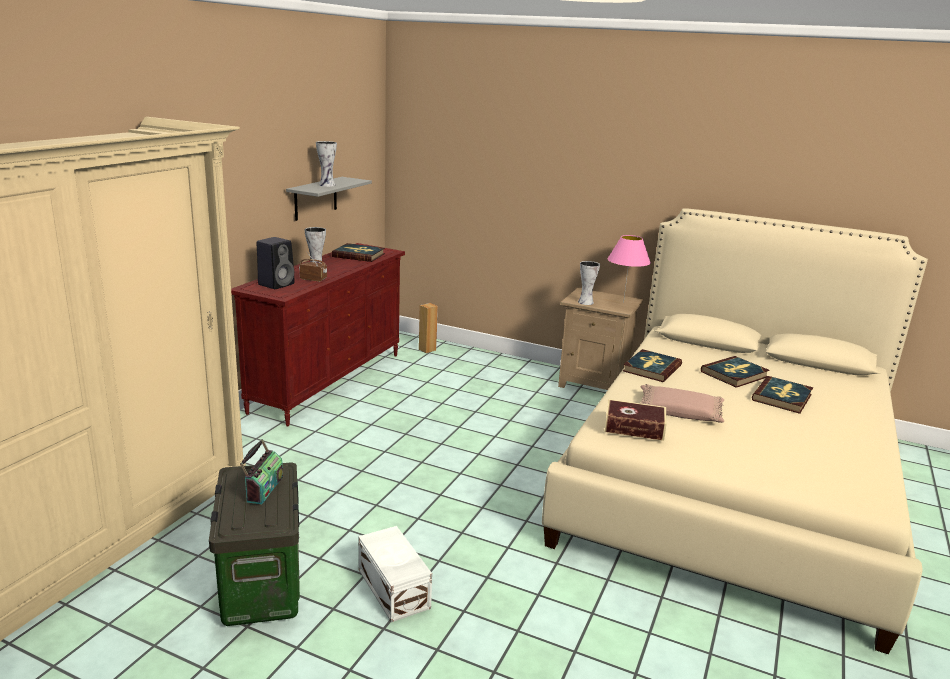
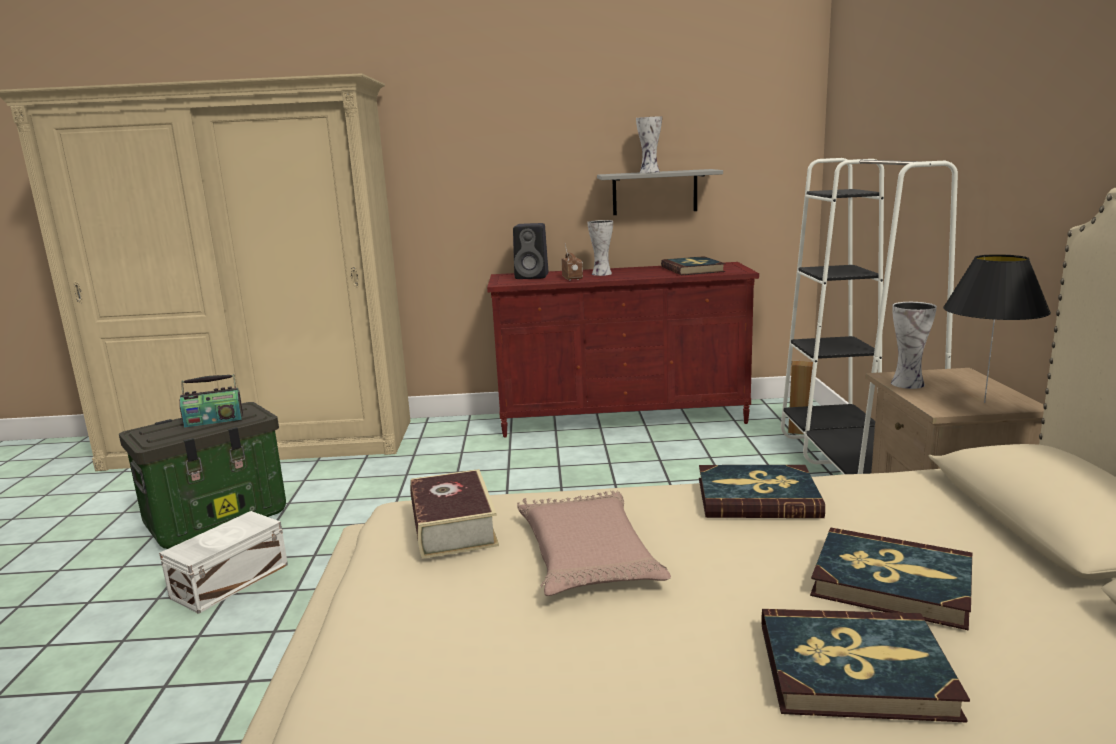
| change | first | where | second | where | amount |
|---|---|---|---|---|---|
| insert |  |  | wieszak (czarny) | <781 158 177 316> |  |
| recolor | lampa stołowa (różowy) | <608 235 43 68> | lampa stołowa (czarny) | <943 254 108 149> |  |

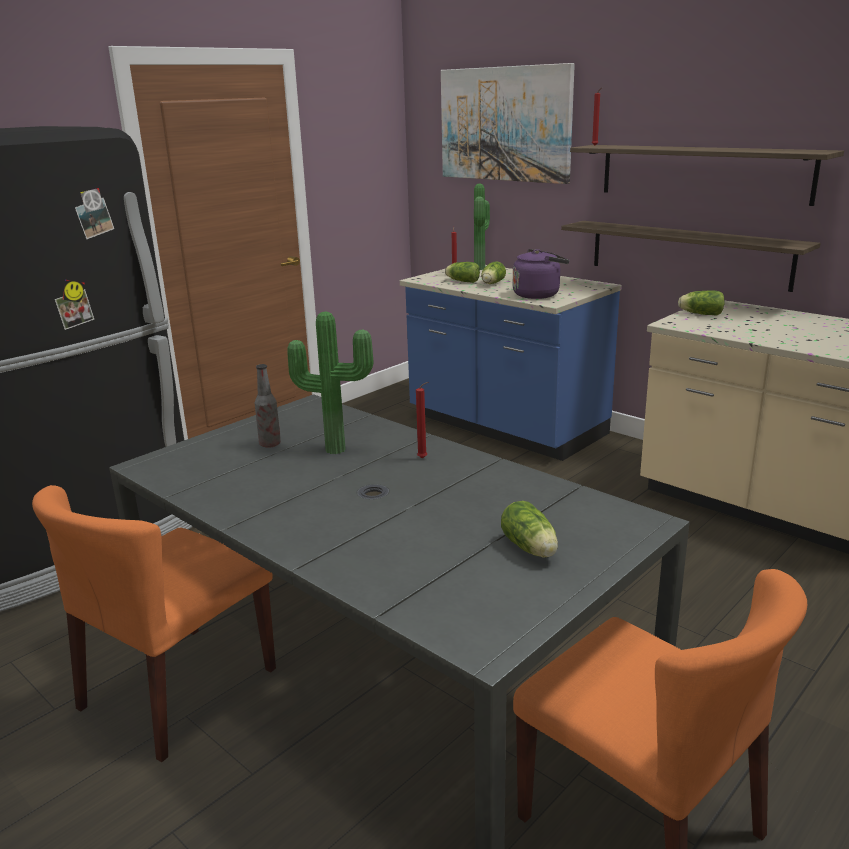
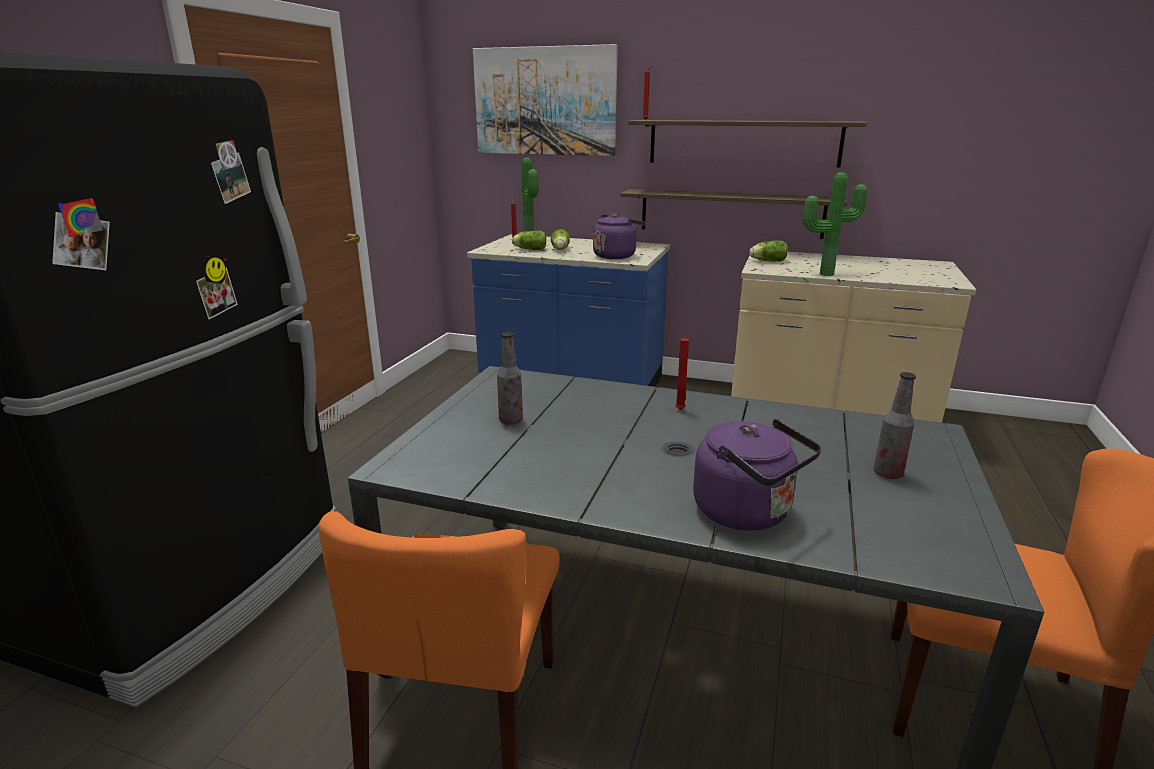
| change | first | where | second | where | amount |
|---|---|---|---|---|---|
| insert |  |  | czajnik (fioletowy) | <693 419 128 111> |  |
| move | roślina doniczkowa | <287 312 86 142> |  | <803 172 64 104> |  |
| replace | sałata | <501 501 57 57> | butelka | <873 372 43 107> |  |

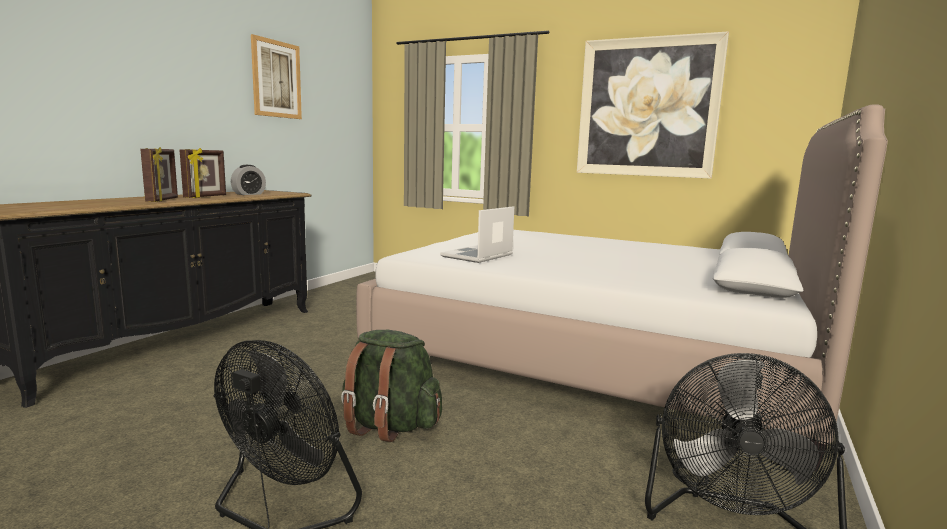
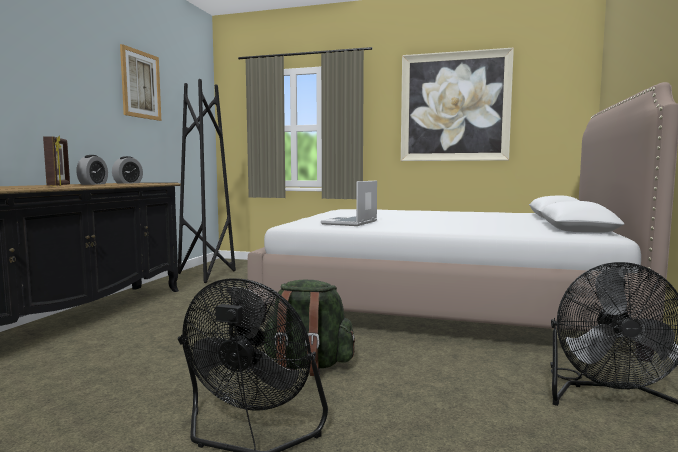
| change | first | where | second | where | amount |
|---|---|---|---|---|---|
| replace | ramka na zdjęcie | <180 148 46 50> | budzik | <76 155 32 30> |  |
| insert |  |  | wieszak (czarny) | <178 79 58 204> |  |

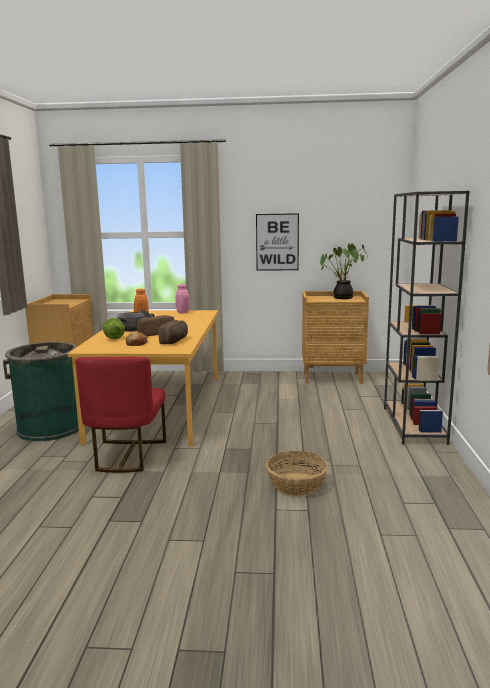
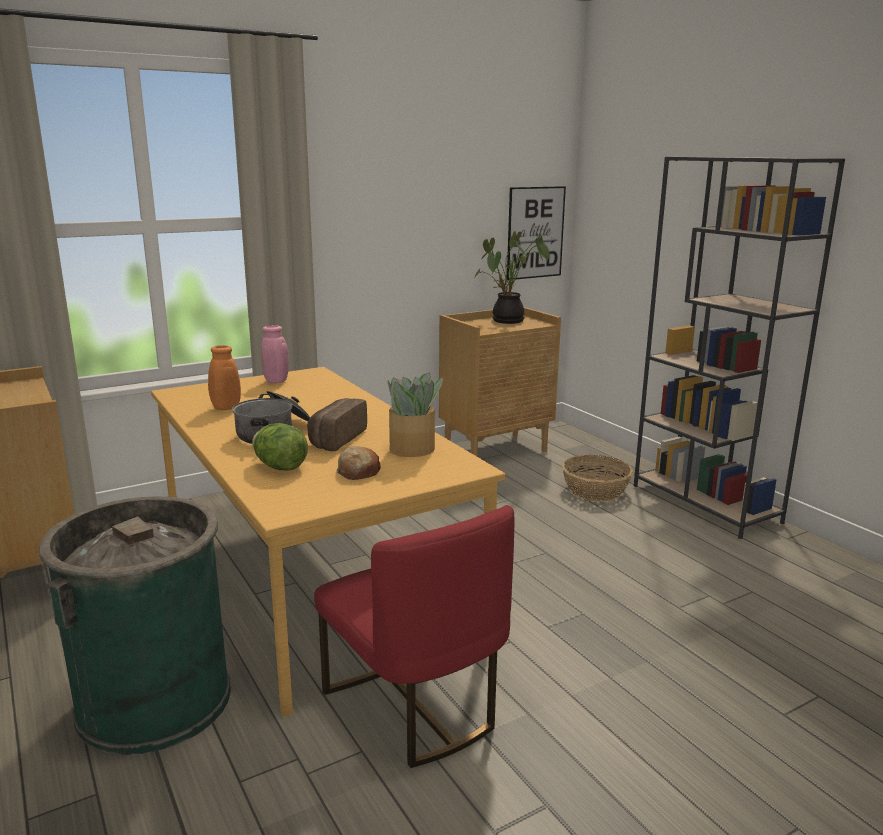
| change | first | where | second | where | amount |
|---|---|---|---|---|---|
| replace | chleb | <159 320 29 24> | roślina doniczkowa | <388 372 55 85> |  |
| move | obraz | <256 213 43 58> |  | <507 186 59 94> |  |
| move | koszyk | <266 451 62 45> |  | <562 455 71 46> |  |

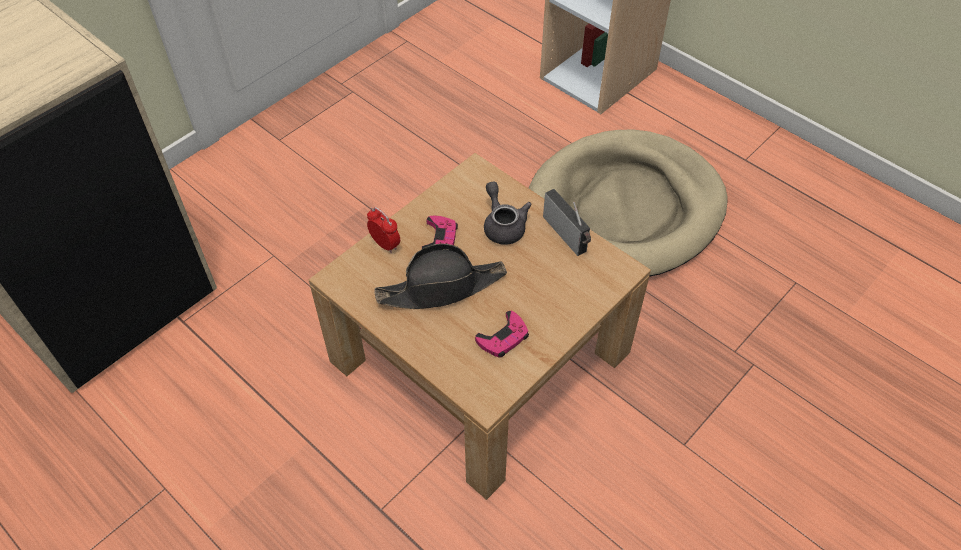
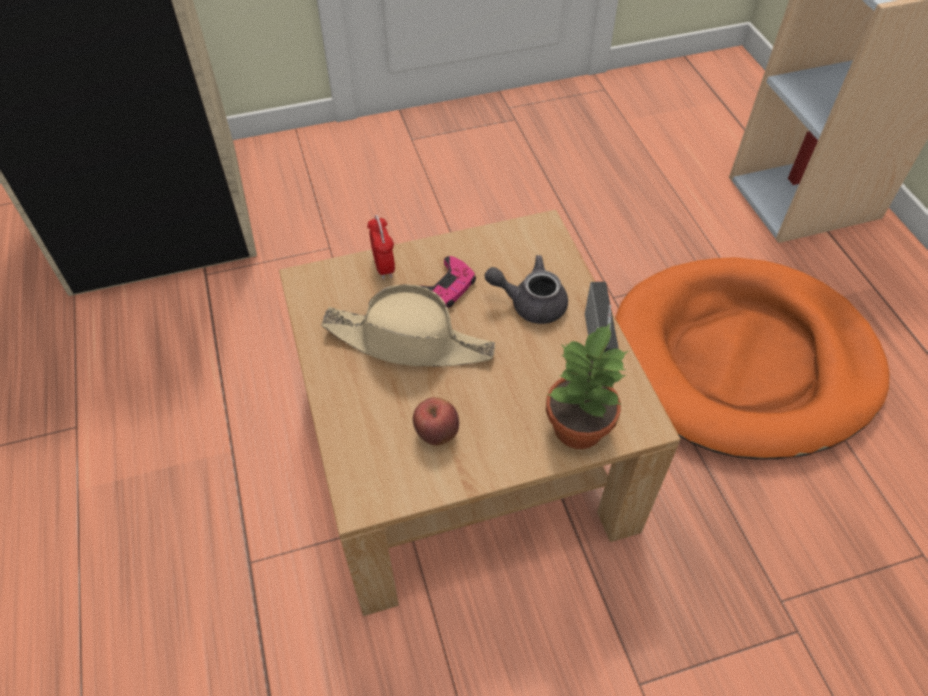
| change | first | where | second | where | amount |
|---|---|---|---|---|---|
| recolor | kapelusz (czarny) | <374 244 133 65> | kapelusz (beżowy) | <321 284 174 83> |  |
| replace | pad do gier (różowy) | <475 311 54 47> | jabłko | <413 397 46 48> |  |
| rotate | imbryk (szary) | <484 182 48 63> |  | <485 255 83 69> | 90 degrees counterclockwise |
| insert |  |  | roślina doniczkowa | <546 322 82 127> |  |
| recolor | legowisko (beżowy) | <529 129 198 147> | legowisko (pomarańczowy) | <615 257 275 202> |  |

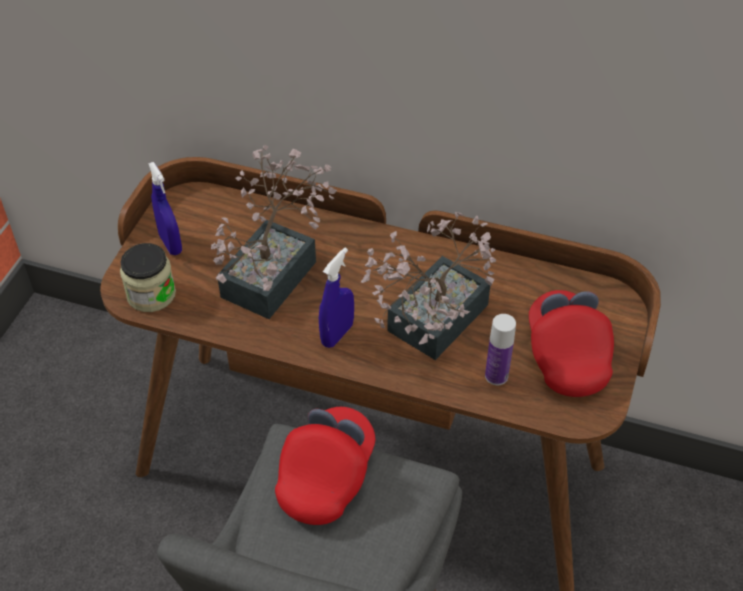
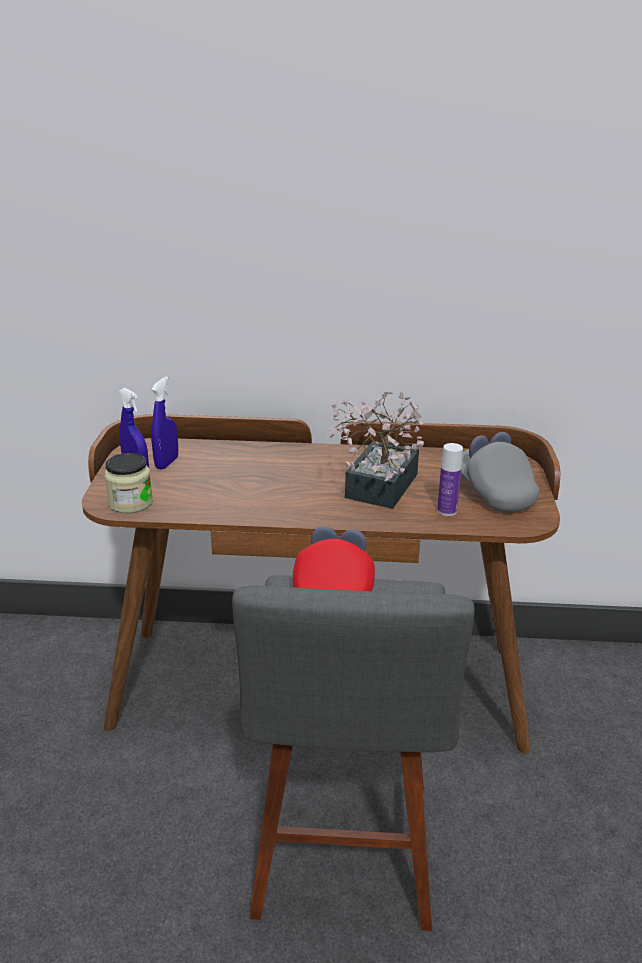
| change | first | where | second | where | amount |
|---|---|---|---|---|---|
| move | spryskiwacz (niebieski) | <319 248 35 100> |  | <151 377 27 93> |  |
| recolor | czapka z daszkiem (czerwony) | <529 290 85 107> | czapka z daszkiem (szary) | <461 432 78 81> |  |
| delete | roślina doniczkowa | <211 145 126 174> |  |  |  |

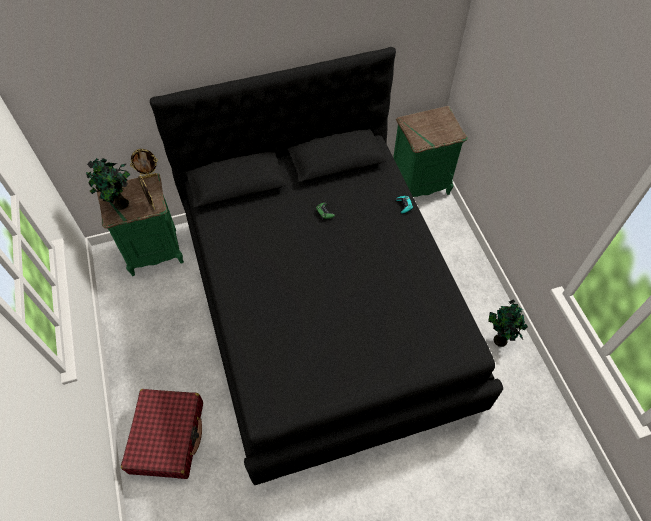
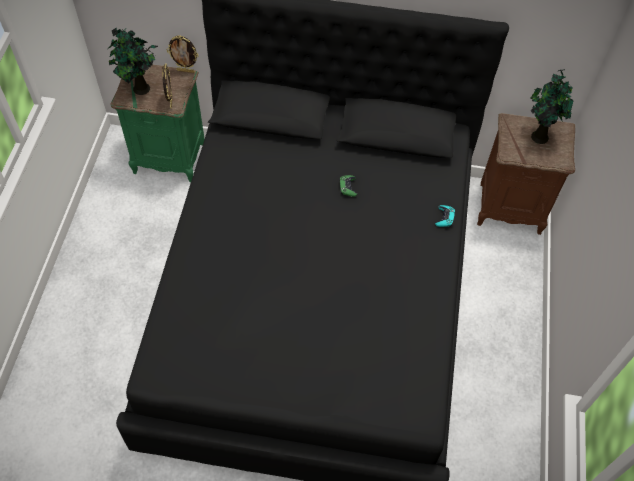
| change | first | where | second | where | amount |
|---|---|---|---|---|---|
| recolor | szafka nocna (zielony) | <393 106 75 91> | szafka nocna (brązowy) | <477 113 98 122> |  |
| move | roślina doniczkowa | <488 299 40 48> |  | <530 69 44 75> |  |
| delete | walizka (czerwony) | <121 389 82 90> |  |  |  |

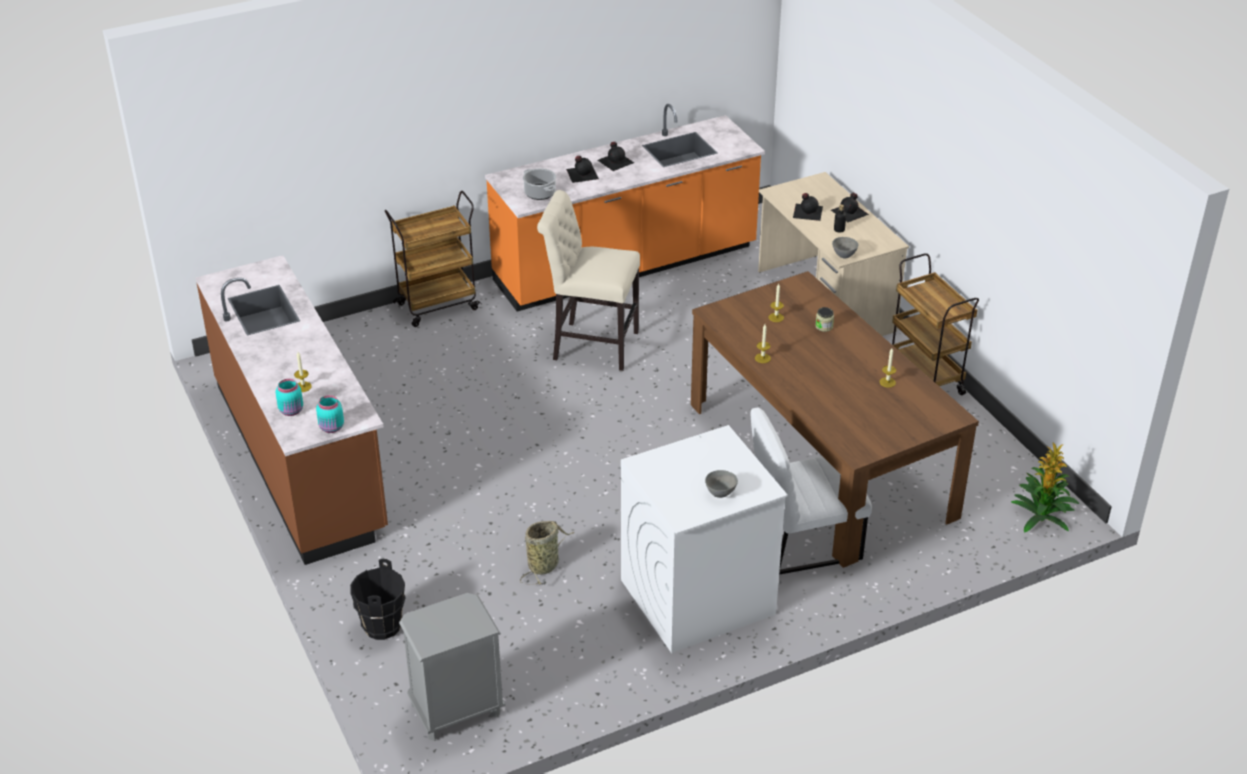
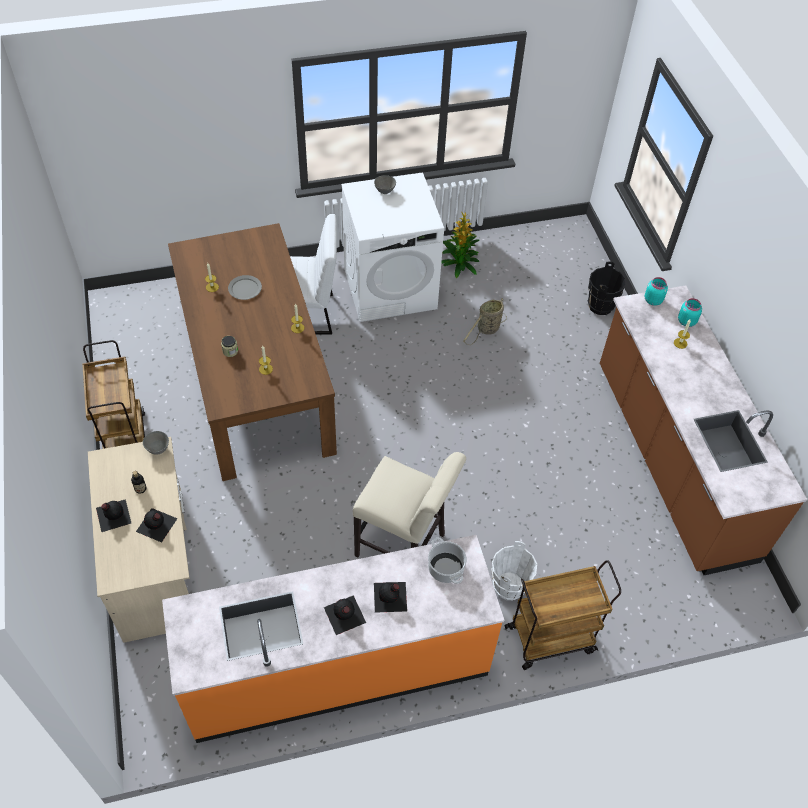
| change | first | where | second | where | amount |
|---|---|---|---|---|---|
| insert |  |  | talerz (szary) | <228 275 34 25> |  |
| move | roślina doniczkowa | <1011 442 68 91> |  | <441 212 38 66> |  |
| insert |  |  | wiadro (biały) | <491 541 46 59> |  |
| delete | szafka nocna (szary) | <399 593 106 148> |  |  |  |

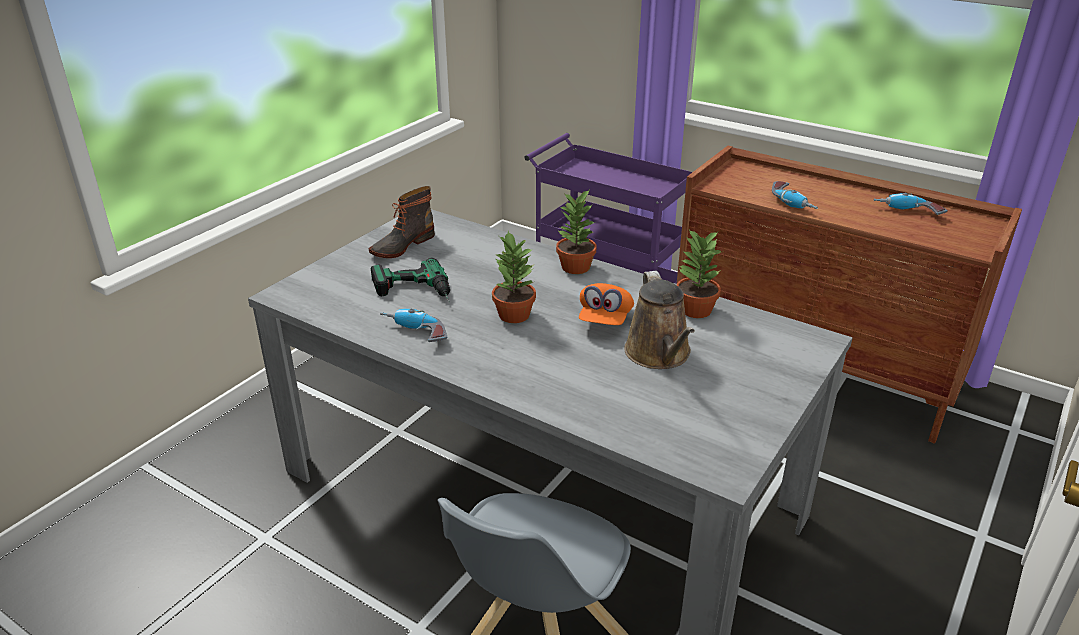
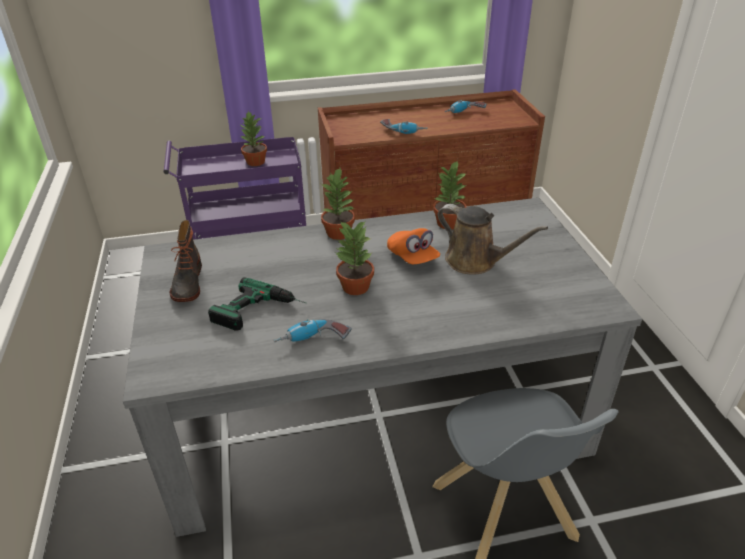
| change | first | where | second | where | amount |
|---|---|---|---|---|---|
| insert |  |  | roślina doniczkowa | <239 111 28 55> |  |

